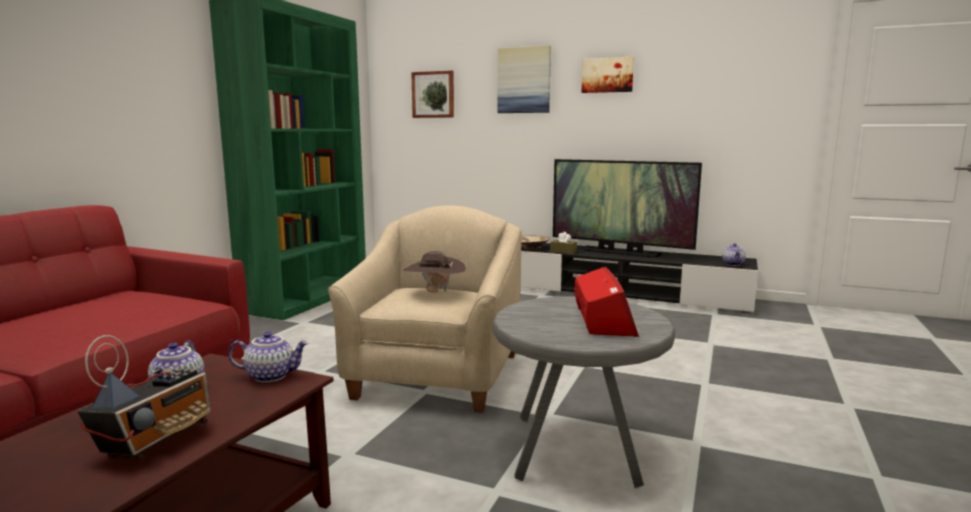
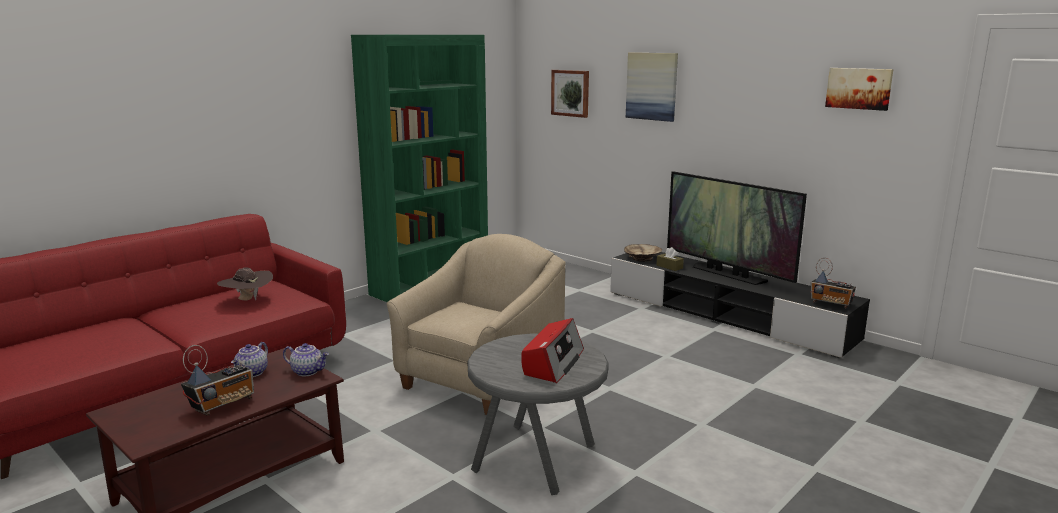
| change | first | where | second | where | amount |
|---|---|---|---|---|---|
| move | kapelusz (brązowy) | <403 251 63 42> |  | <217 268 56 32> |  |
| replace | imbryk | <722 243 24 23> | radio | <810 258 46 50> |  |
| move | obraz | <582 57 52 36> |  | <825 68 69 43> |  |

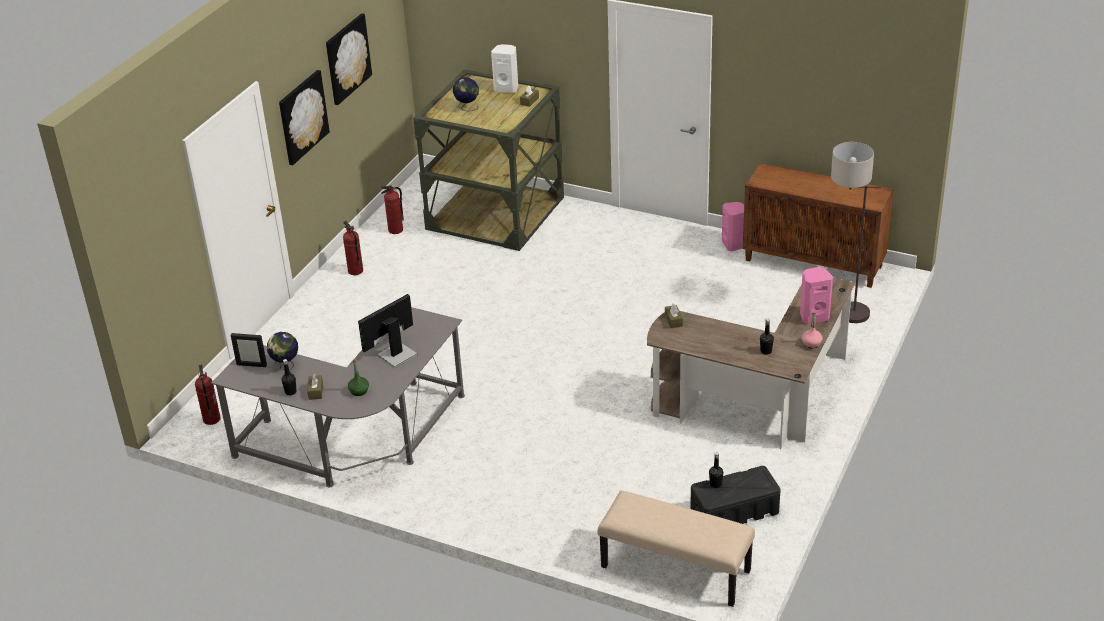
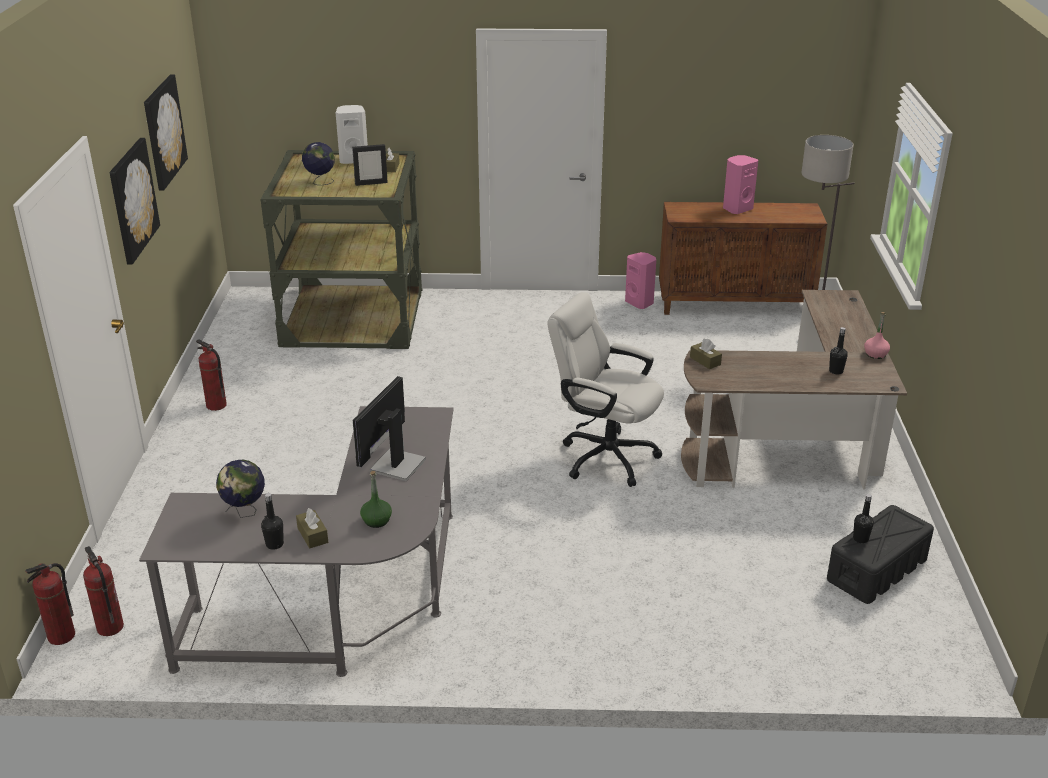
| change | first | where | second | where | amount |
|---|---|---|---|---|---|
| move | gaśnica | <381 186 23 48> |  | <25 563 50 82> |  |
| move | ramka na zdjęcie | <231 333 36 34> |  | <352 144 36 42> |  |
| insert |  |  | krzesło biurowe (biały) | <547 292 117 195> |  |
| move | głośnik (różowy) | <800 267 33 57> |  | <723 155 35 59> |  |
| delete | ławka (beżowy) | <597 490 158 117> |  |  |  |

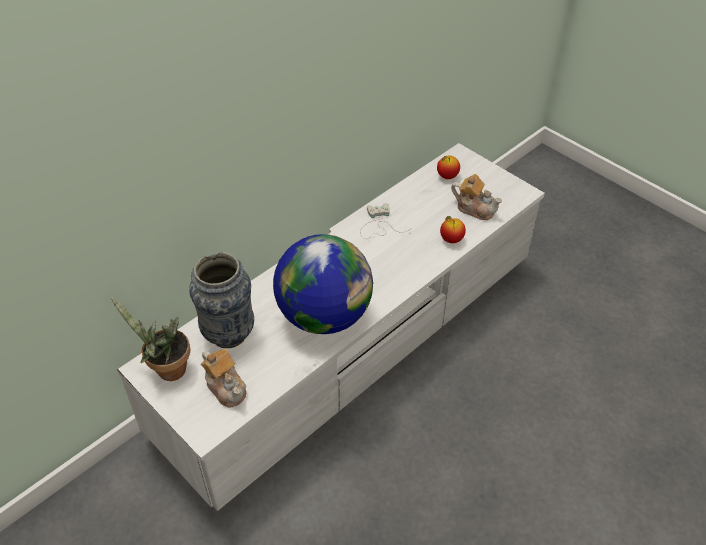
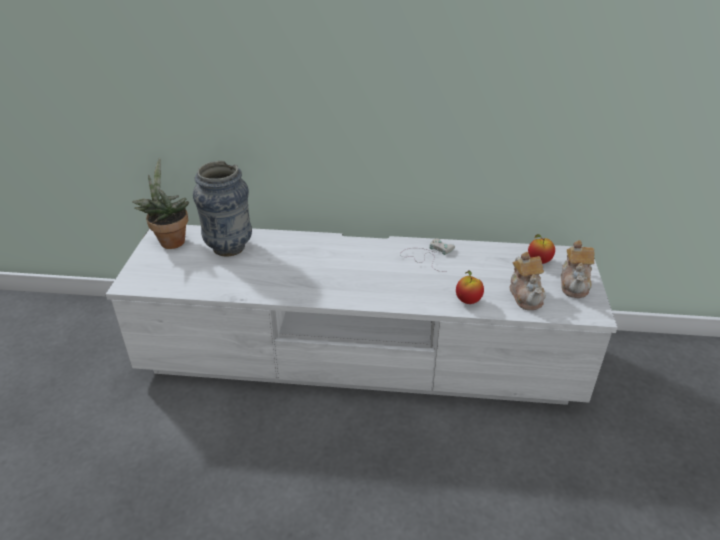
| change | first | where | second | where | amount |
|---|---|---|---|---|---|
| move | imbryk | <201 349 45 59> |  | <561 240 33 58> |  |
| delete | globus | <273 234 100 100> |  |  |  |

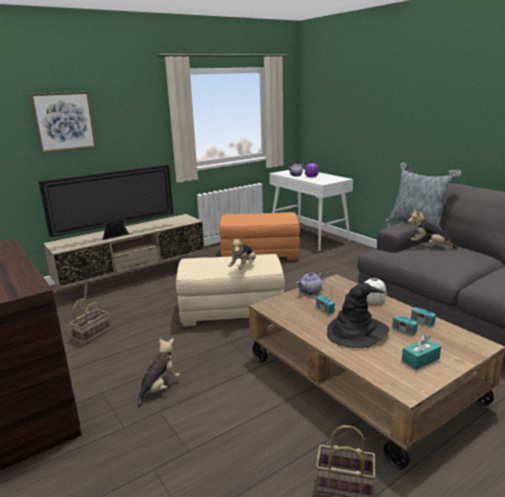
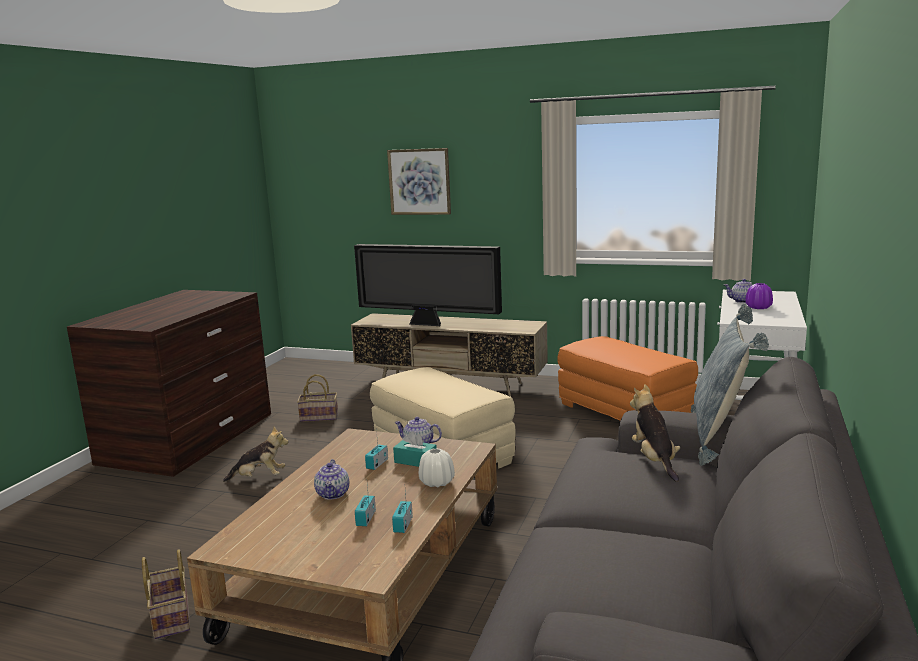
| change | first | where | second | where | amount |
|---|---|---|---|---|---|
| replace | kapelusz (czarny) | <327 283 62 65> | imbryk | <314 459 35 40> |  |
| move | pudełko chusteczek (turkusowy) | <402 335 39 35> |  | <393 431 44 36> |  |
| delete | pluszak | <228 237 28 33> |  |  |  |

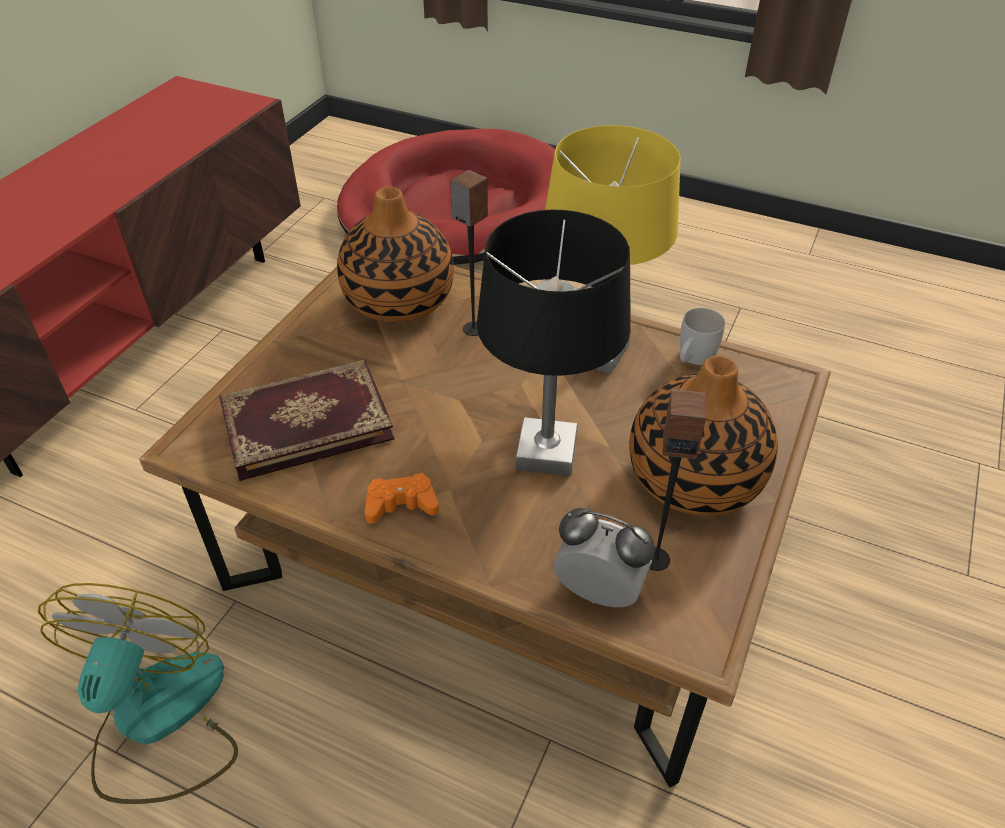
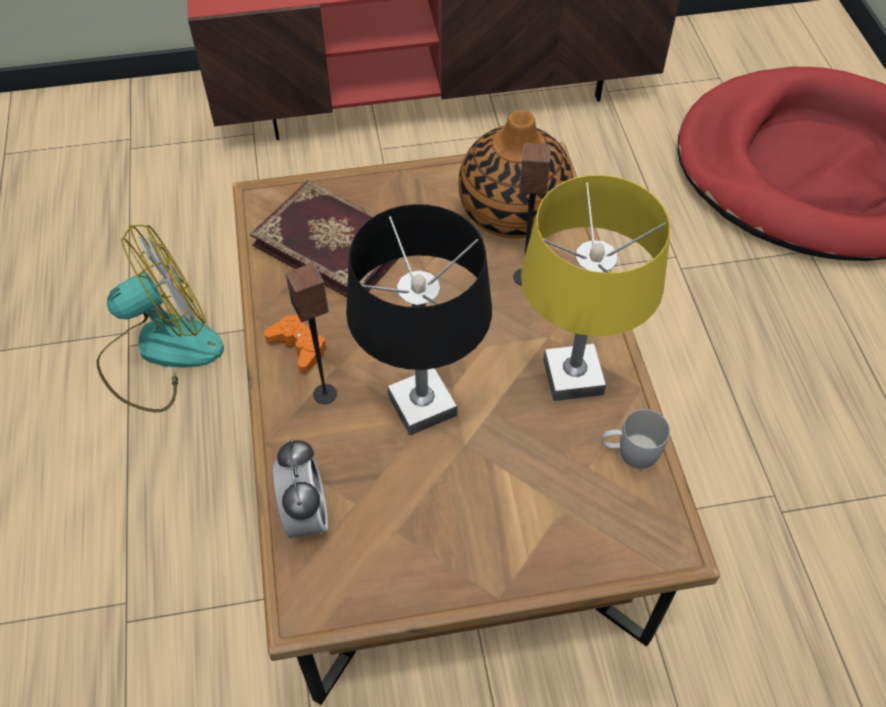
| change | first | where | second | where | amount |
|---|---|---|---|---|---|
| move | głośnik | <649 389 57 182> |  | <285 263 52 141> |  |
| delete | wazon | <629 356 149 160> |  |  |  |

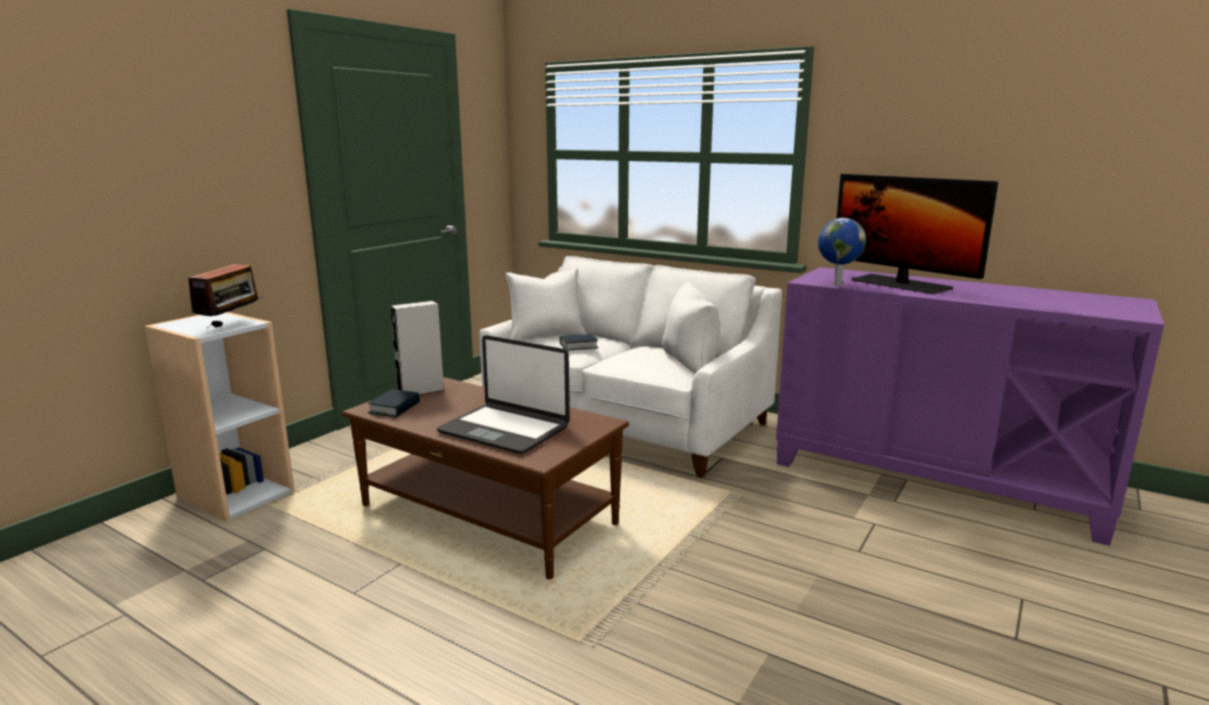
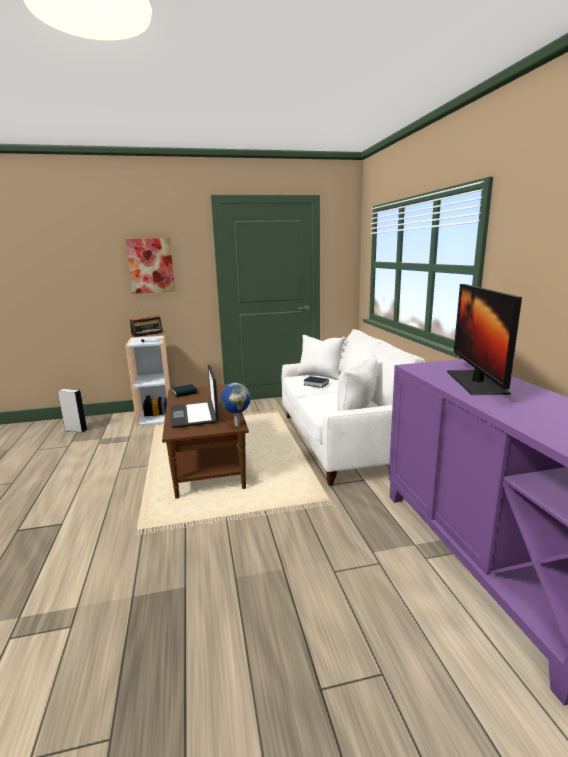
| change | first | where | second | where | amount |
|---|---|---|---|---|---|
| move | głośnik (szary) | <391 301 54 94> |  | <58 389 29 44> |  |
| insert |  |  | obraz | <126 238 49 56> |  |
| move | globus | <818 218 48 68> |  | <220 383 31 43> |  |

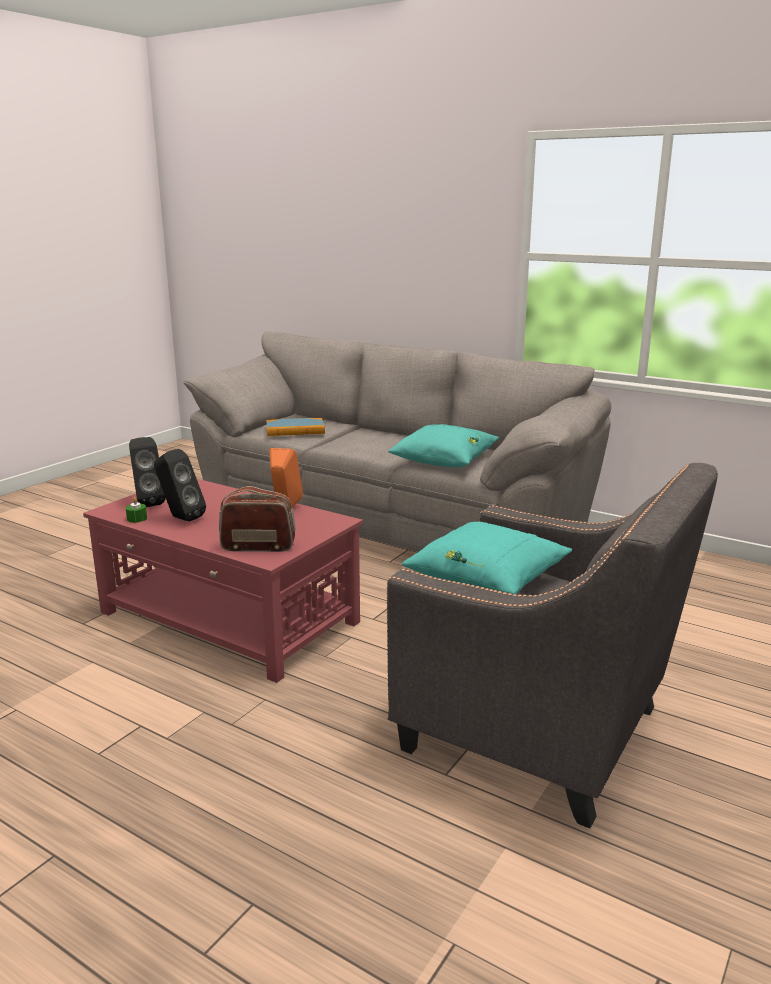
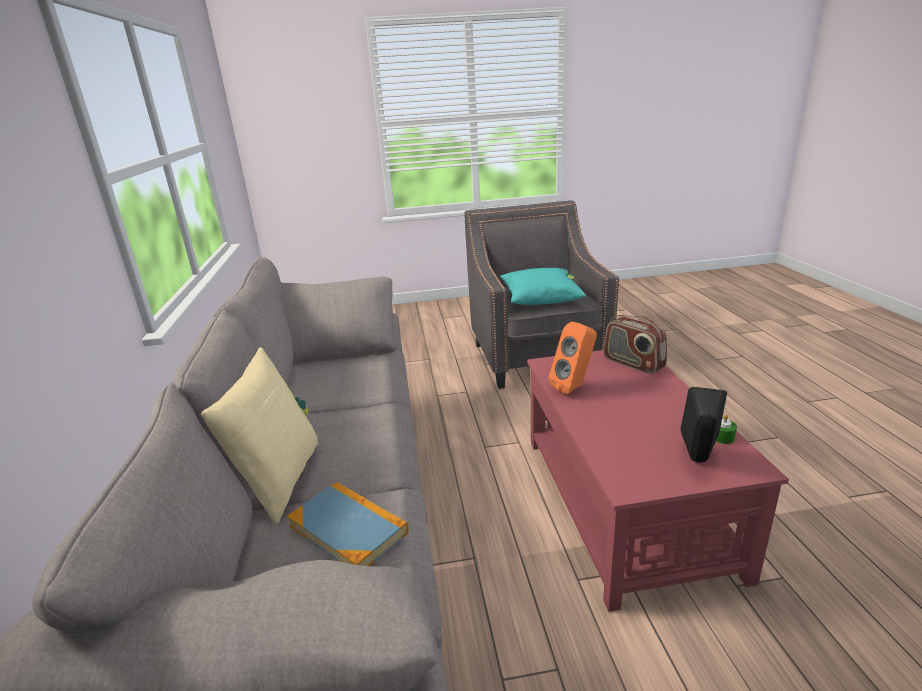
| change | first | where | second | where | amount |
|---|---|---|---|---|---|
| insert |  |  | poduszka (beżowy) | <201 347 117 177> |  |
| delete | głośnik (czarny) | <154 449 52 73> |  |  |  |
| delete | poduszka (turkusowy) | <388 424 111 43> |  |  |  |

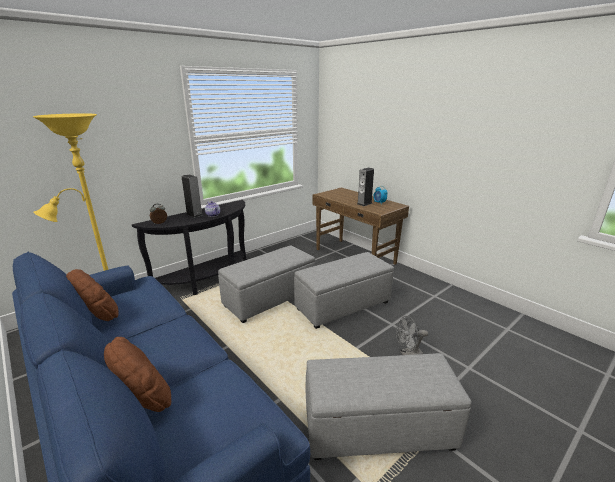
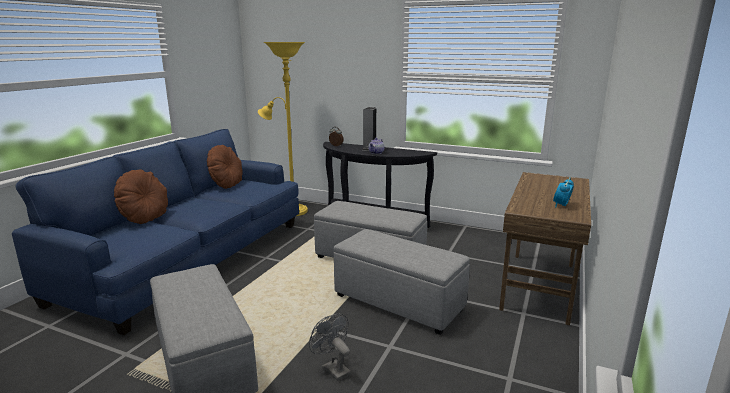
| change | first | where | second | where | amount |
|---|---|---|---|---|---|
| delete | głośnik | <357 168 17 38> |  |  |  |

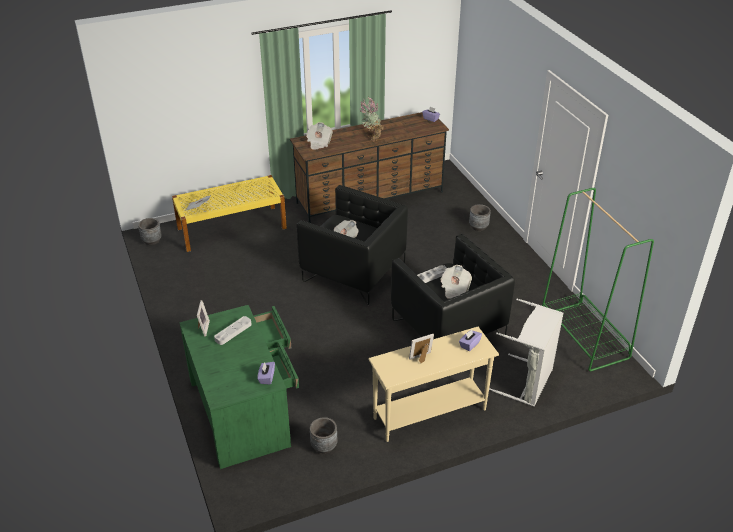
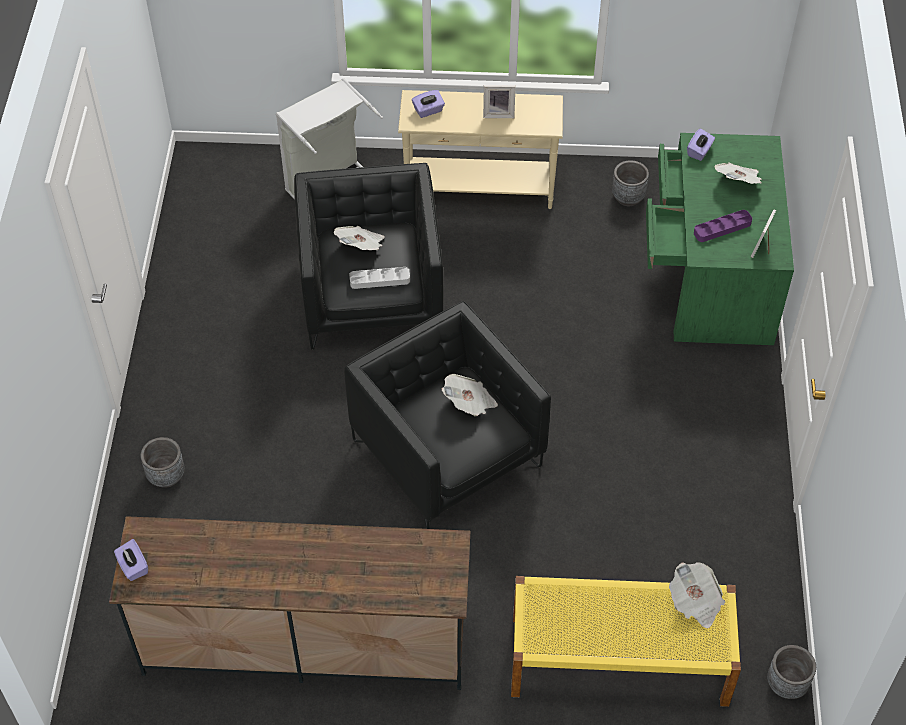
| change | first | where | second | where | amount |
|---|---|---|---|---|---|
| recolor | taca (szary) | <214 316 38 29> | taca (fioletowy) | <694 210 58 32> |  |
| move | gazeta | <306 122 27 28> |  | <715 162 46 22> |  |
| delete | roślina doniczkowa | <359 97 25 44> |  |  |  |
| delete | wieszak (zielony) | <542 188 112 183> |  |  |  |

